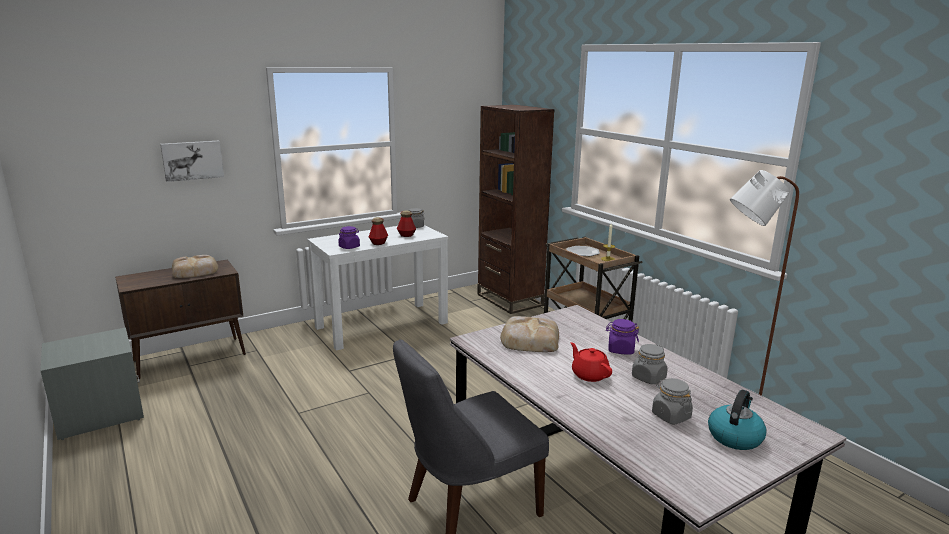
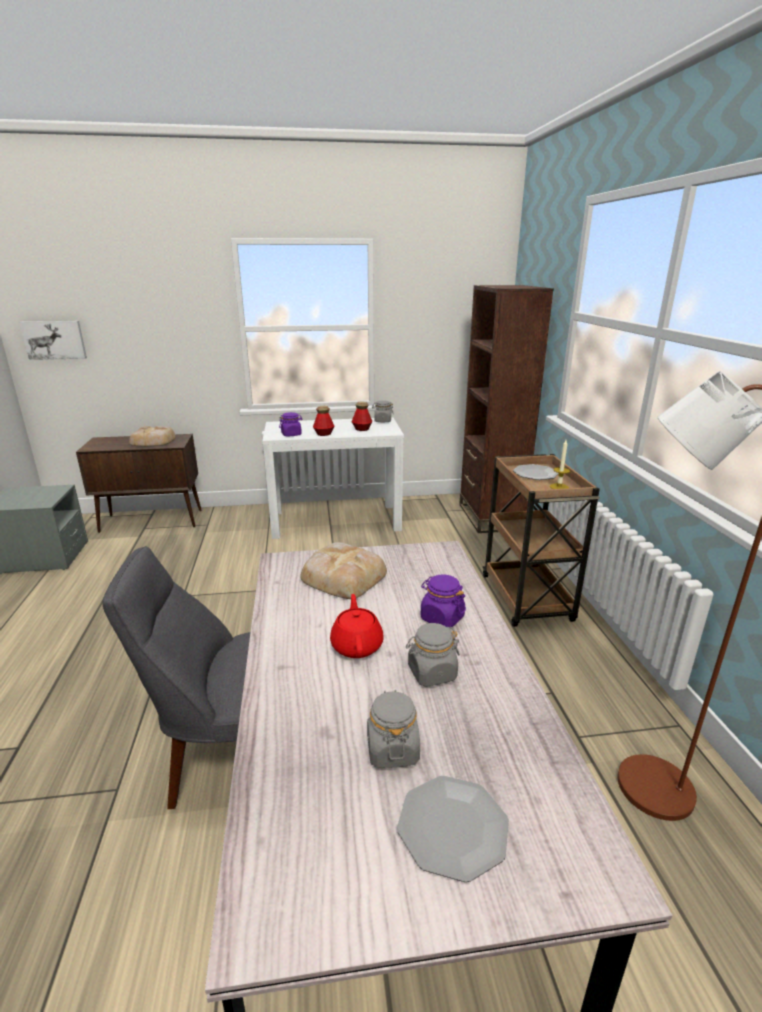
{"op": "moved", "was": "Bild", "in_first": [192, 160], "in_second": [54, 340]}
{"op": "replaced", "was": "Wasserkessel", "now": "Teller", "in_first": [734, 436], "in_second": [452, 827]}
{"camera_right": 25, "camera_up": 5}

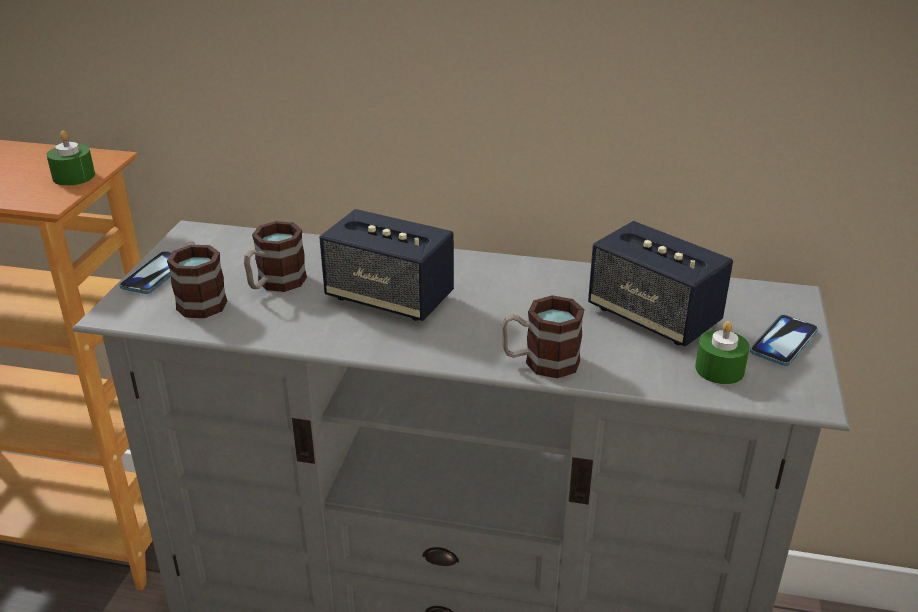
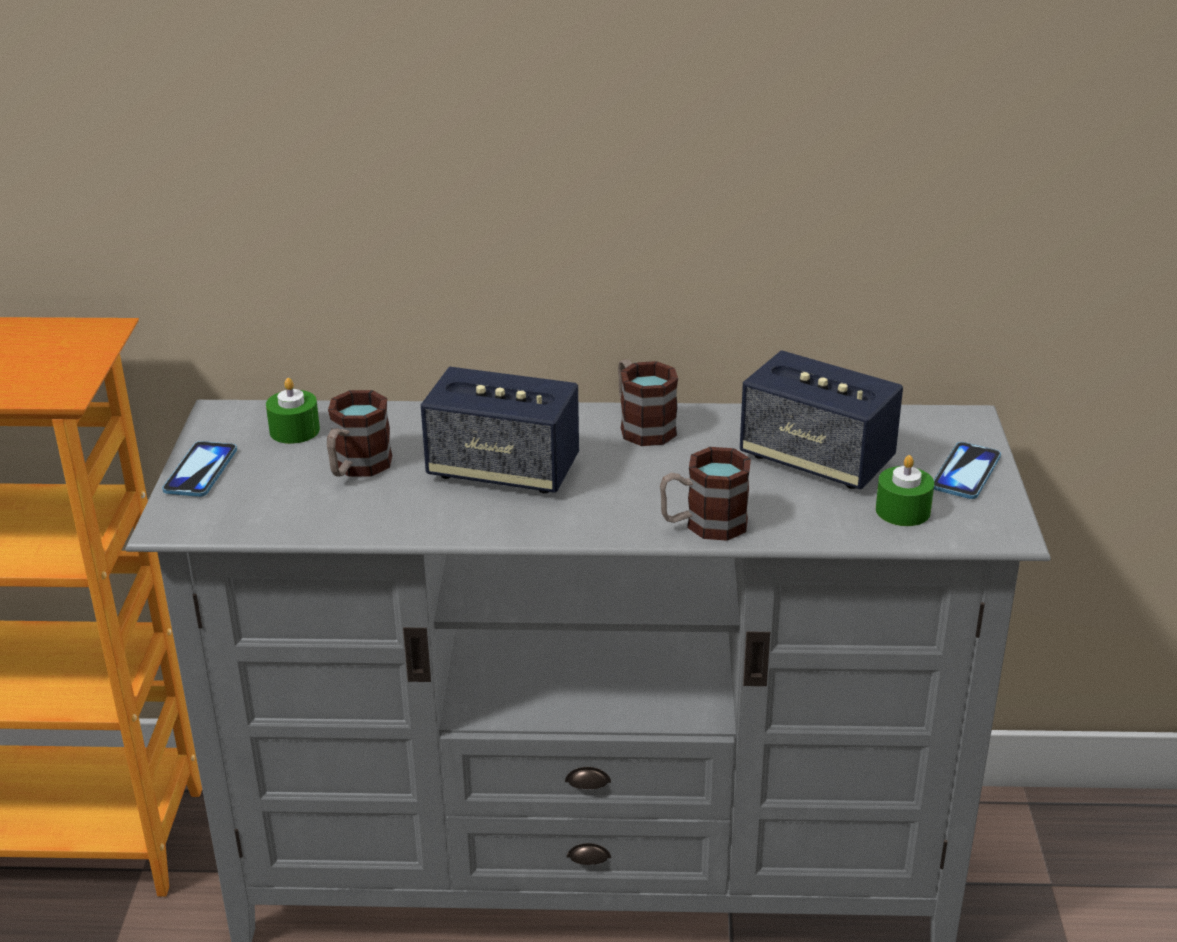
{"op": "moved", "was": "Kerze [grün]", "in_first": [74, 176], "in_second": [294, 430]}
{"op": "moved", "was": "Henkelbecher", "in_first": [200, 299], "in_second": [641, 425]}
{"camera_right": -10, "camera_up": 0}

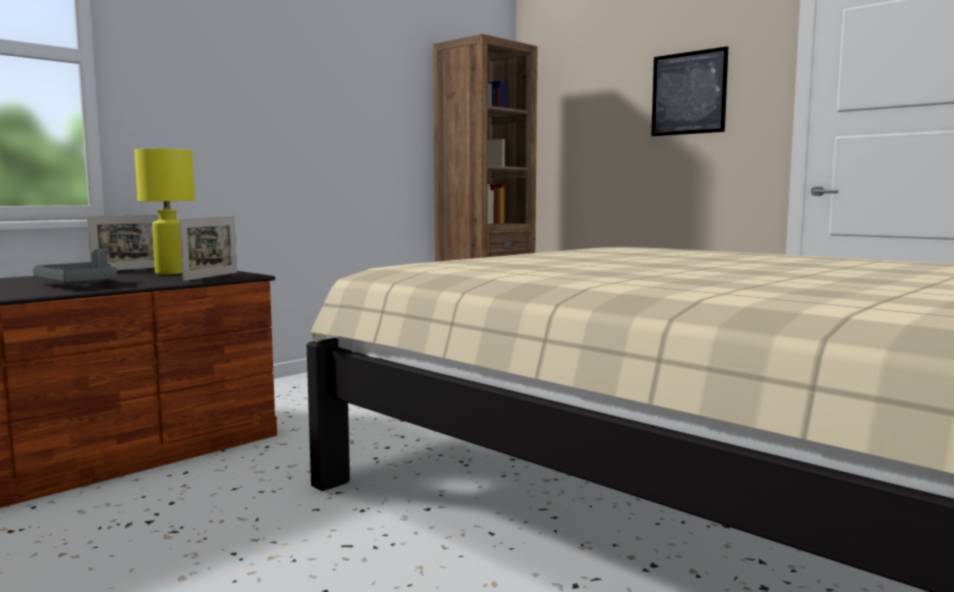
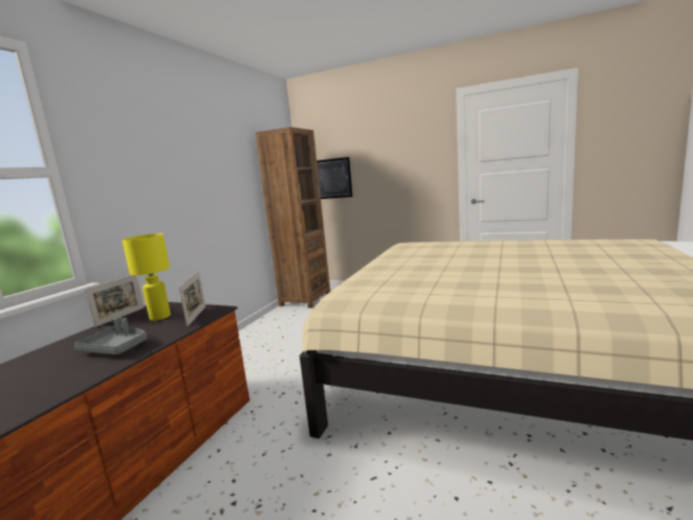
{"op": "moved", "was": "Bild", "in_first": [688, 93], "in_second": [333, 178]}
{"camera_right": -20, "camera_up": 5}

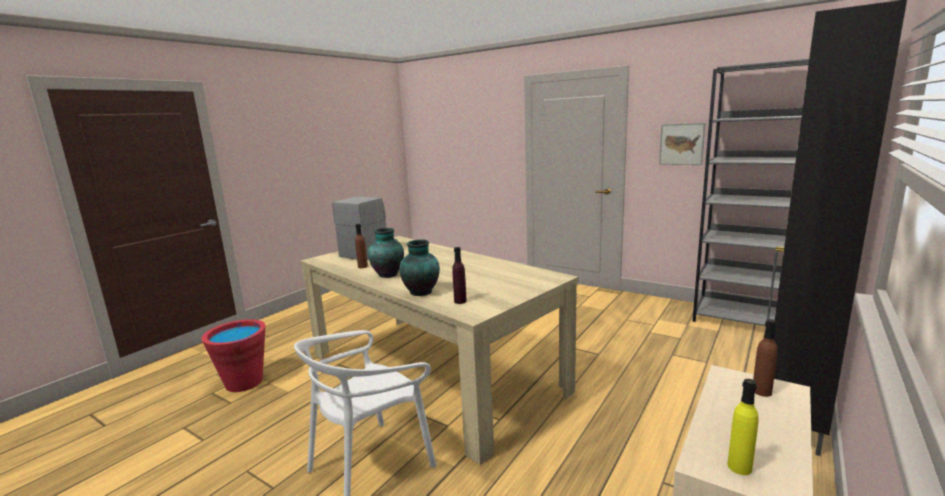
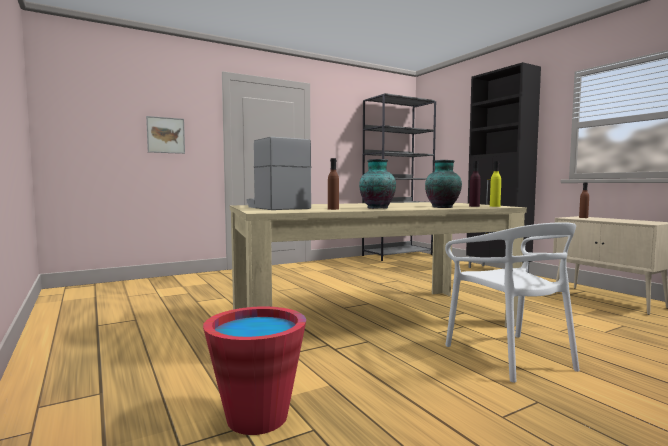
{"op": "moved", "was": "Bild", "in_first": [681, 144], "in_second": [166, 135]}
{"op": "moved", "was": "Flasche [gelb]", "in_first": [739, 467], "in_second": [495, 206]}
{"camera_right": -65, "camera_up": -10}

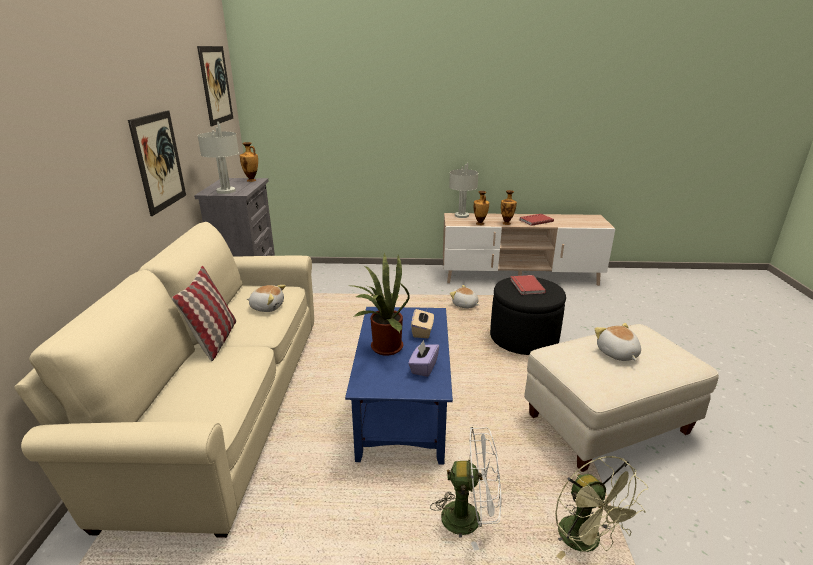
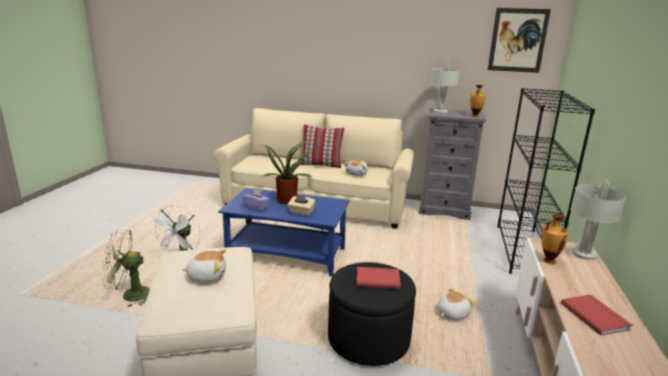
{"op": "removed", "was": "Bild", "in_first": [159, 161]}
{"op": "removed", "was": "Vase", "in_first": [506, 223]}
{"op": "added", "now": "Bücherregal [schwarz]", "in_second": [523, 251]}
{"camera_right": 100, "camera_up": -5}

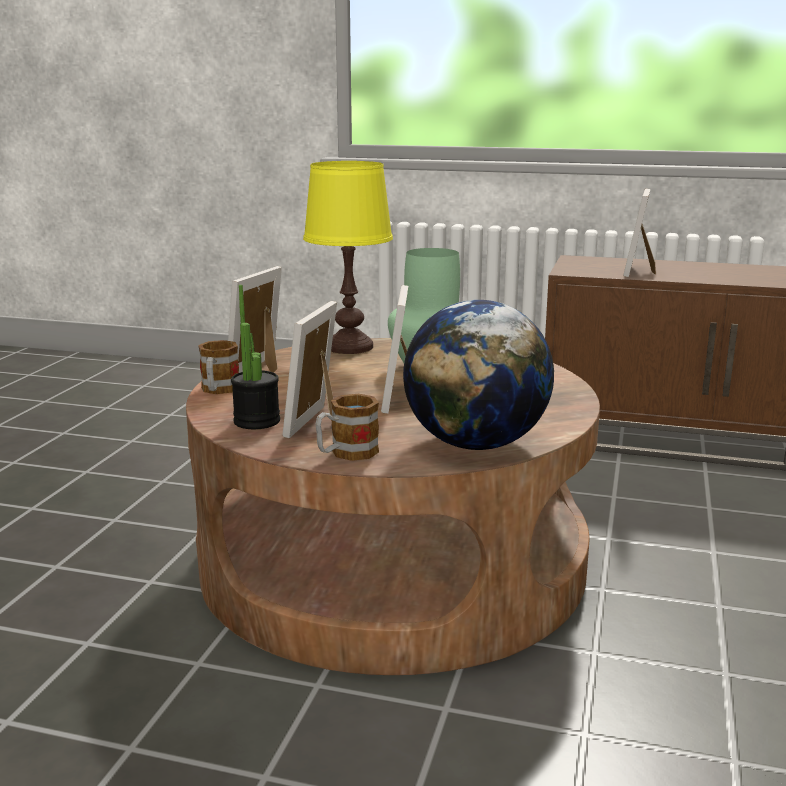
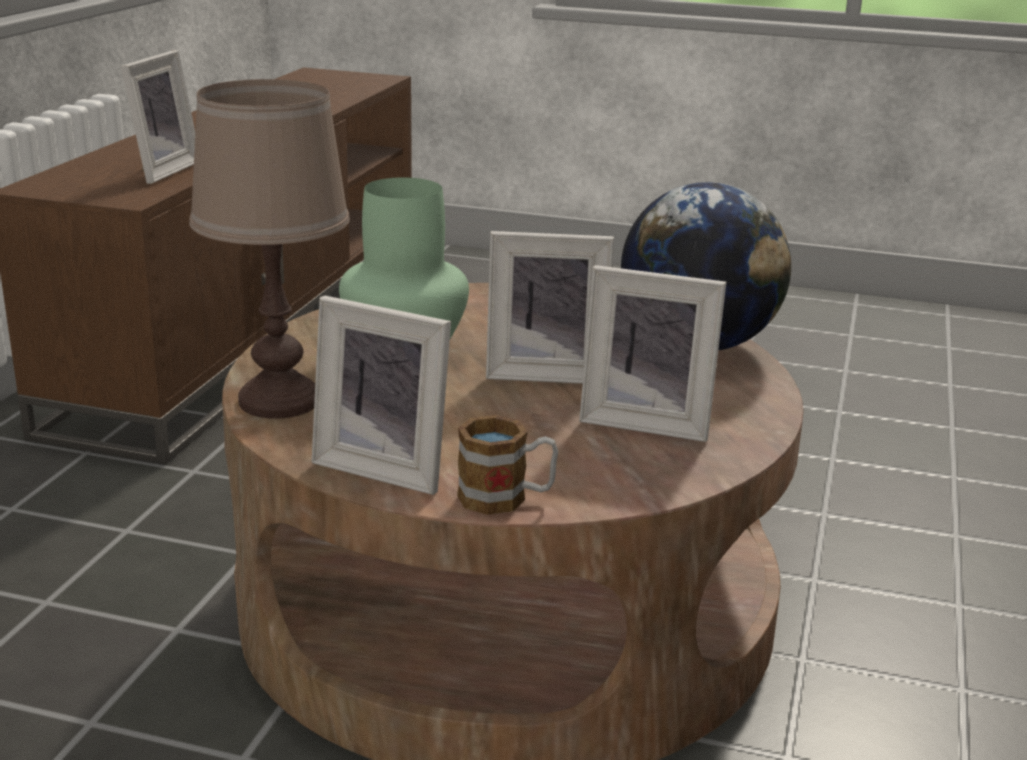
{"op": "removed", "was": "Topfpflanze", "in_first": [257, 421]}
{"op": "recoloured", "was": "Tischlampe [gelb]", "now": "Tischlampe [braun]", "in_first": [349, 347], "in_second": [279, 401]}
{"op": "removed", "was": "Henkelbecher", "in_first": [346, 453]}
{"op": "turned", "was": "Bilderrahmen", "in_first": [640, 271], "in_second": [159, 171], "clockwise": -90}
{"camera_right": -90, "camera_up": 5}

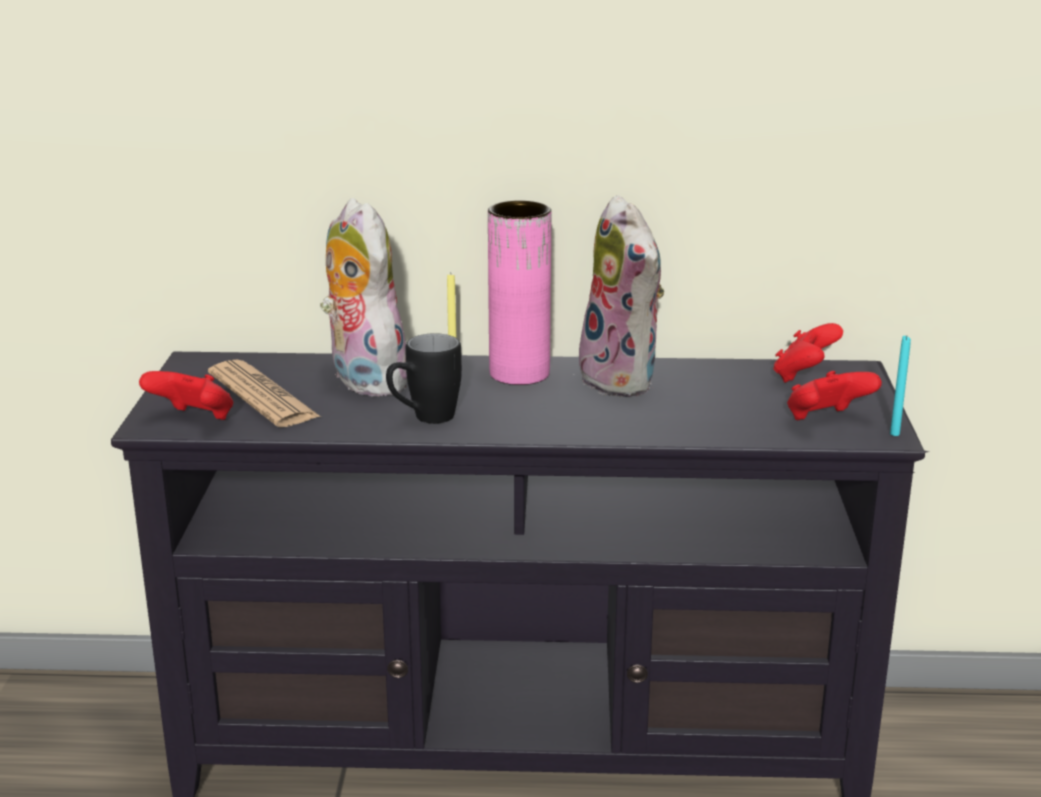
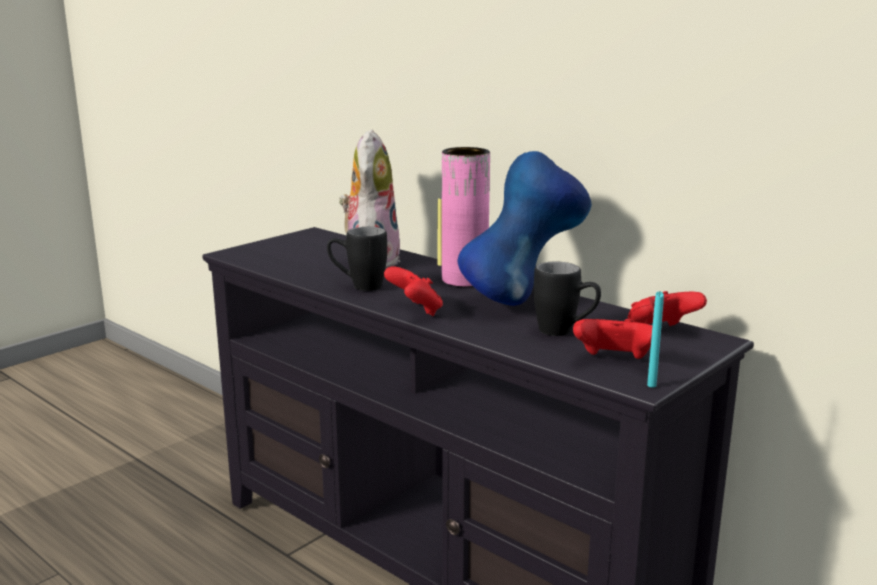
{"op": "moved", "was": "Gamepad [rot]", "in_first": [194, 420], "in_second": [415, 311]}
{"op": "removed", "was": "Zeitung", "in_first": [263, 396]}
{"op": "replaced", "was": "Plüschtier", "now": "Vase [blau]", "in_first": [624, 380], "in_second": [522, 300]}
{"op": "added", "now": "Henkelbecher [schwarz]", "in_second": [565, 332]}
{"camera_right": 40, "camera_up": -5}

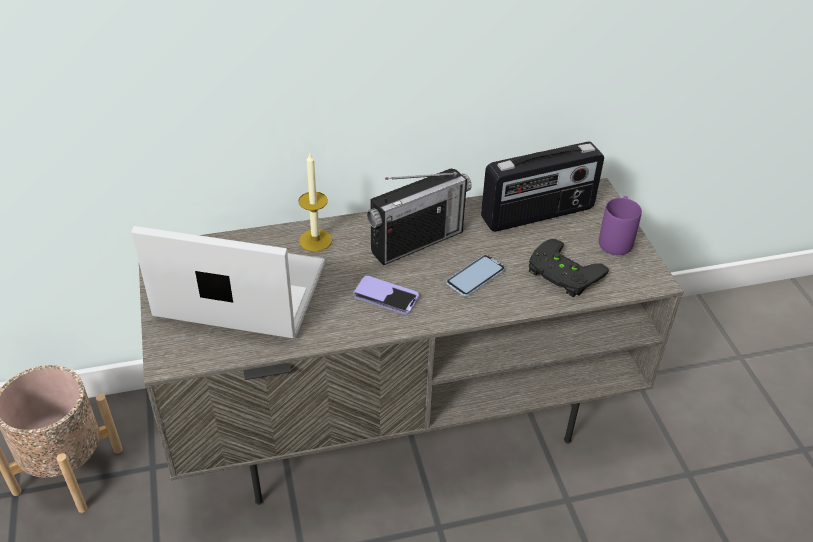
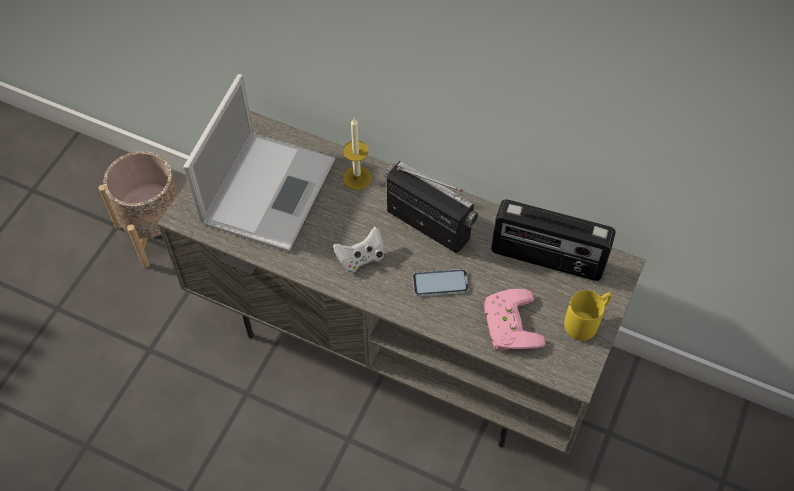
{"op": "turned", "was": "Laptop", "in_first": [238, 291], "in_second": [269, 189], "clockwise": 60}
{"op": "replaced", "was": "Handy", "now": "Gamepad [weiß]", "in_first": [386, 297], "in_second": [361, 258]}
{"op": "turned", "was": "Radio", "in_first": [417, 241], "in_second": [428, 225], "clockwise": -150}
{"op": "recoloured", "was": "Gamepad [schwarz]", "now": "Gamepad [rosa]", "in_first": [561, 274], "in_second": [507, 324]}
{"op": "recoloured", "was": "Henkelbecher [lila]", "now": "Henkelbecher [gelb]", "in_first": [616, 239], "in_second": [586, 322]}
{"camera_right": 40, "camera_up": 15}

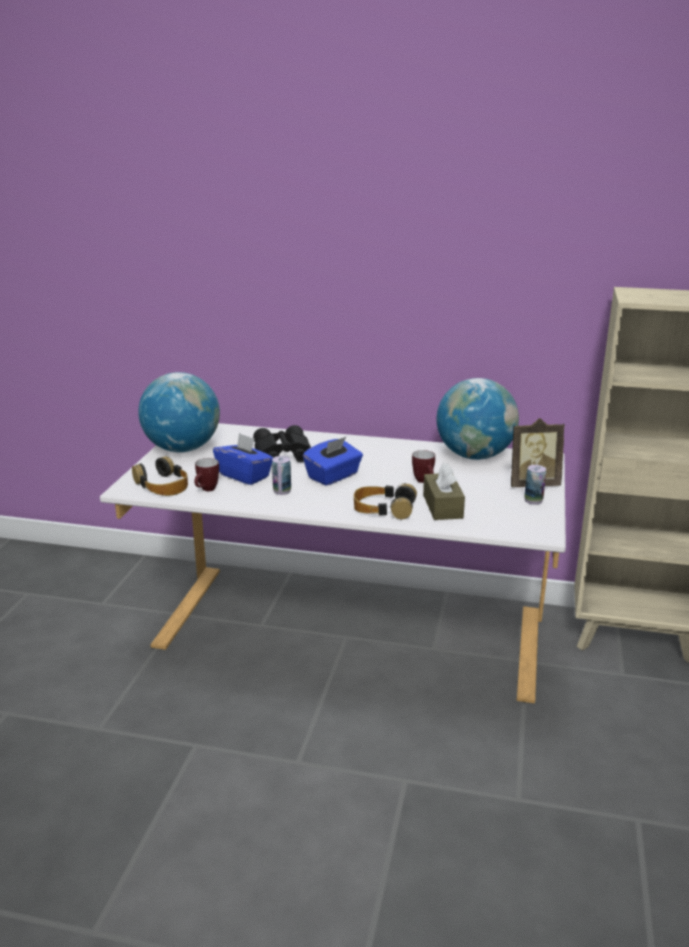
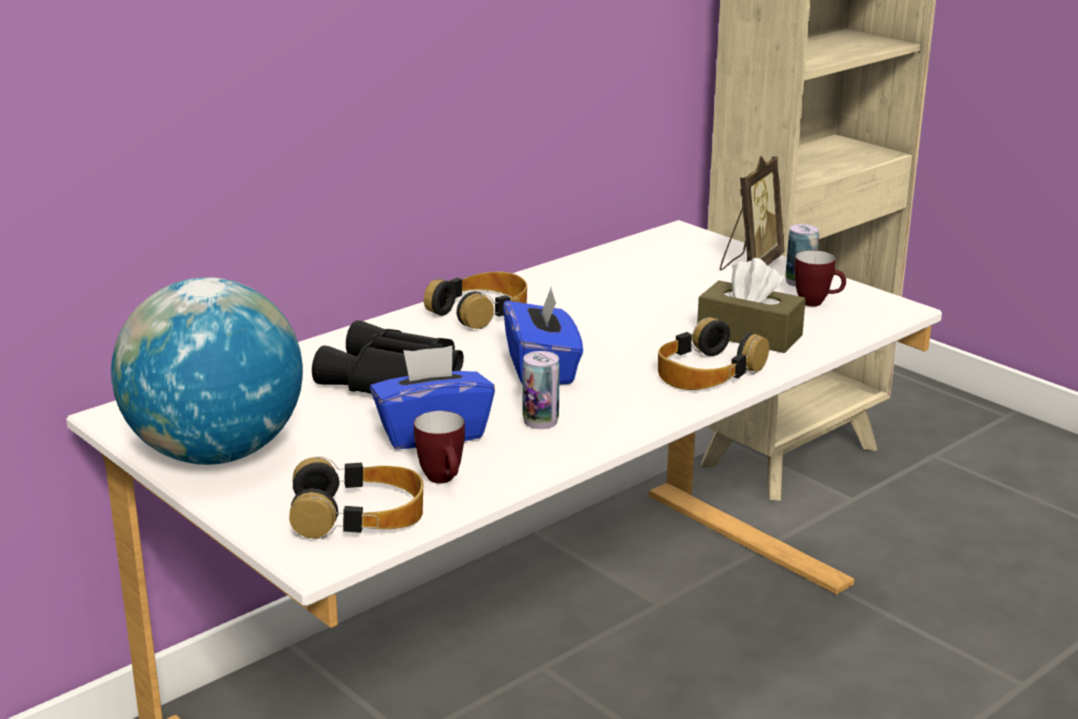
{"op": "moved", "was": "Henkelbecher", "in_first": [424, 481], "in_second": [817, 303]}
{"op": "removed", "was": "Globus", "in_first": [475, 456]}
{"op": "added", "now": "Kopfhörer", "in_second": [481, 311]}
{"camera_right": -55, "camera_up": 0}

